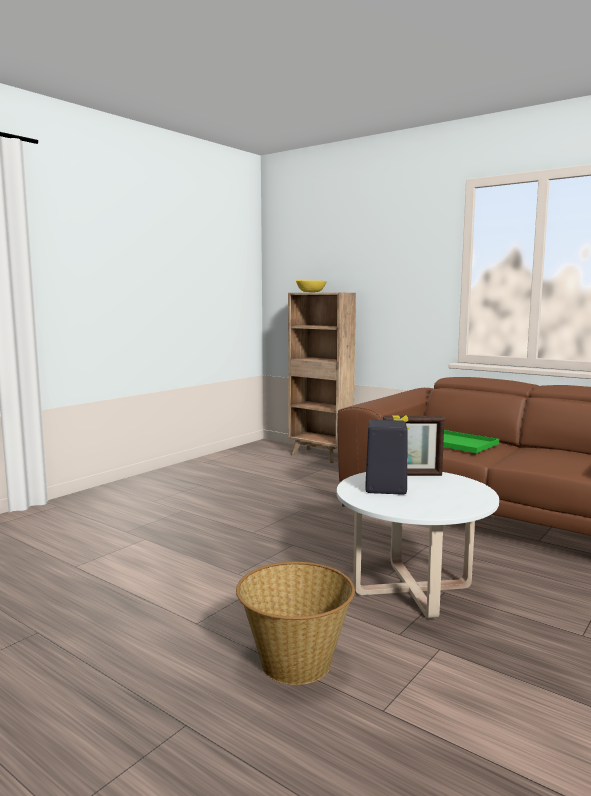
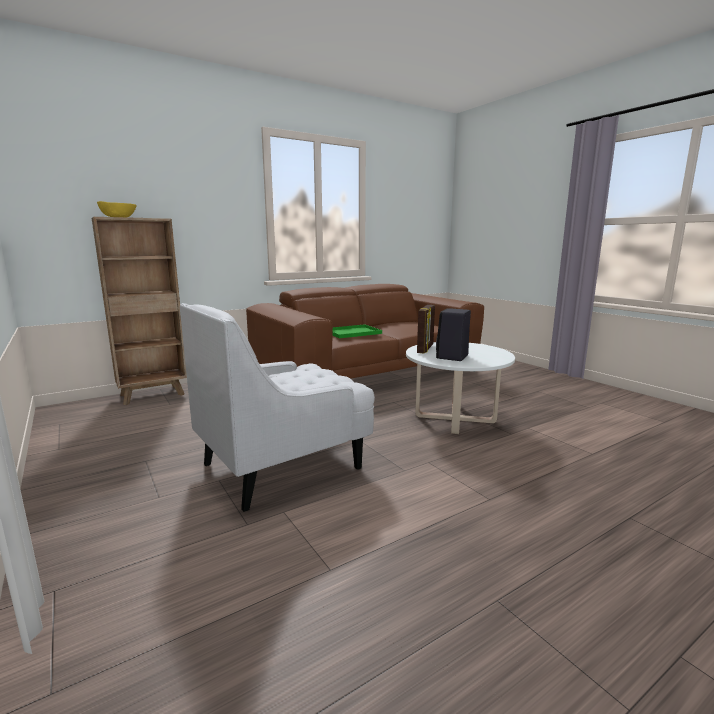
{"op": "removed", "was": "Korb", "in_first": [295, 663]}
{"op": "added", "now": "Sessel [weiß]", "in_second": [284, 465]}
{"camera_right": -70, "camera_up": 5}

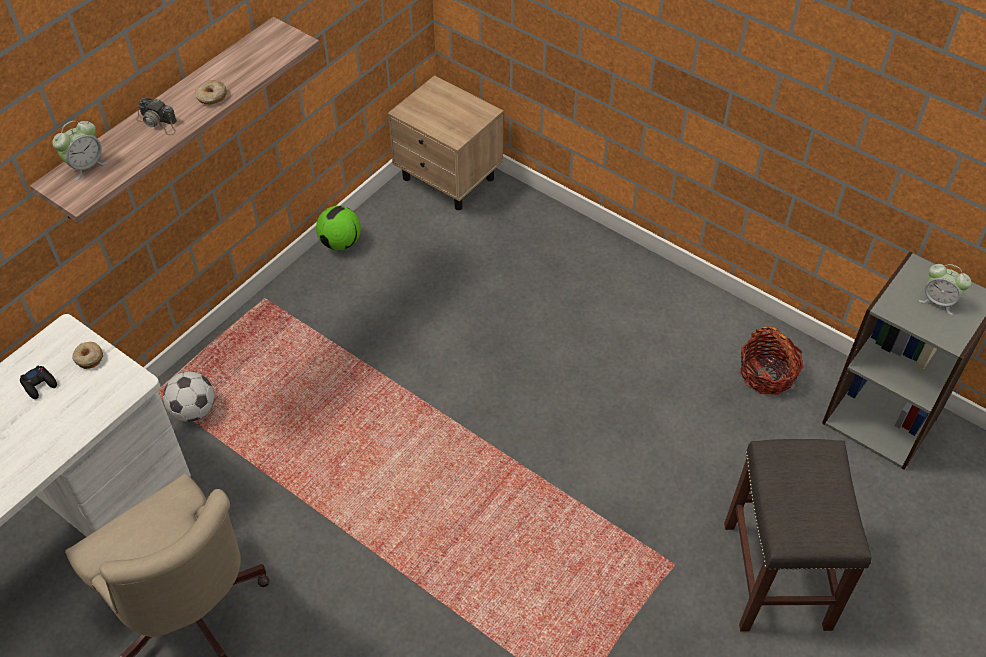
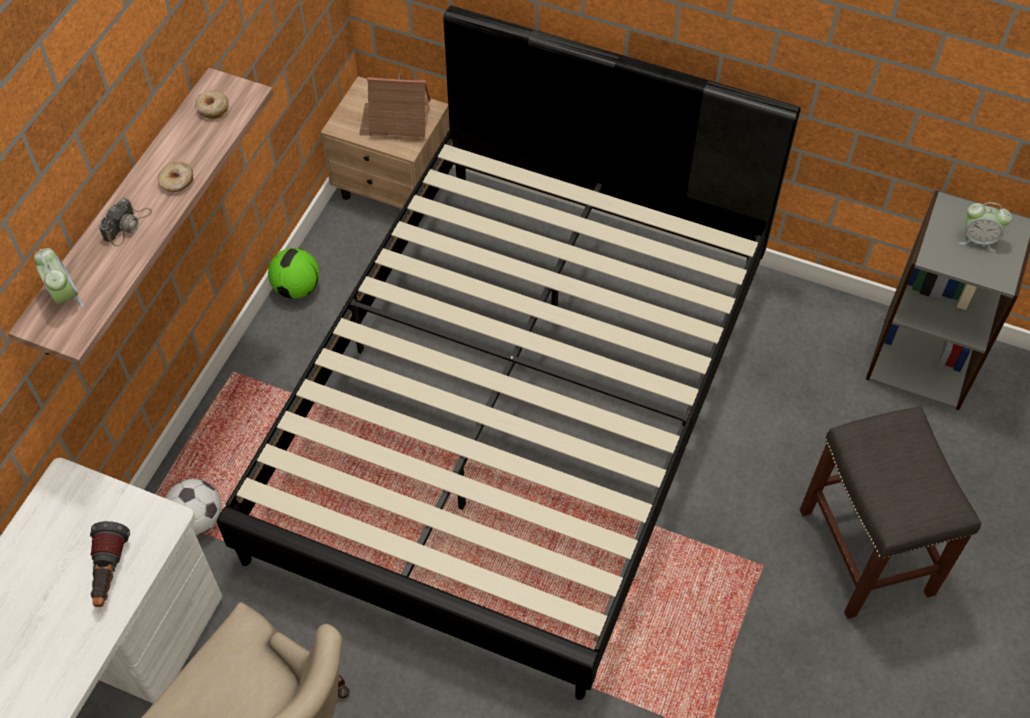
{"op": "removed", "was": "Gamepad [schwarz]", "in_first": [39, 384]}
{"op": "turned", "was": "Wecker", "in_first": [86, 166], "in_second": [65, 296], "clockwise": -60}
{"op": "moved", "was": "Donut", "in_first": [89, 358], "in_second": [212, 109]}
{"op": "turned", "was": "Kamera", "in_first": [158, 122], "in_second": [127, 225], "clockwise": -75}
{"op": "removed", "was": "Korb", "in_first": [767, 374]}
{"op": "added", "now": "Taschenlampe", "in_second": [109, 573]}
{"op": "added", "now": "Bett [schwarz]", "in_second": [516, 408]}
{"op": "added", "now": "Spielzeughaus", "in_second": [396, 121]}
{"camera_right": -15, "camera_up": 5}

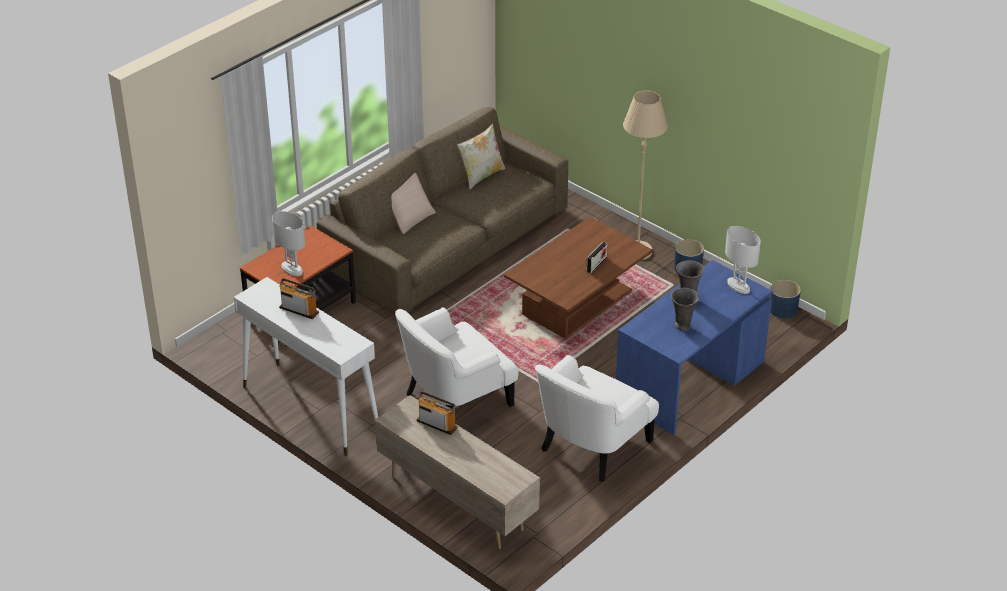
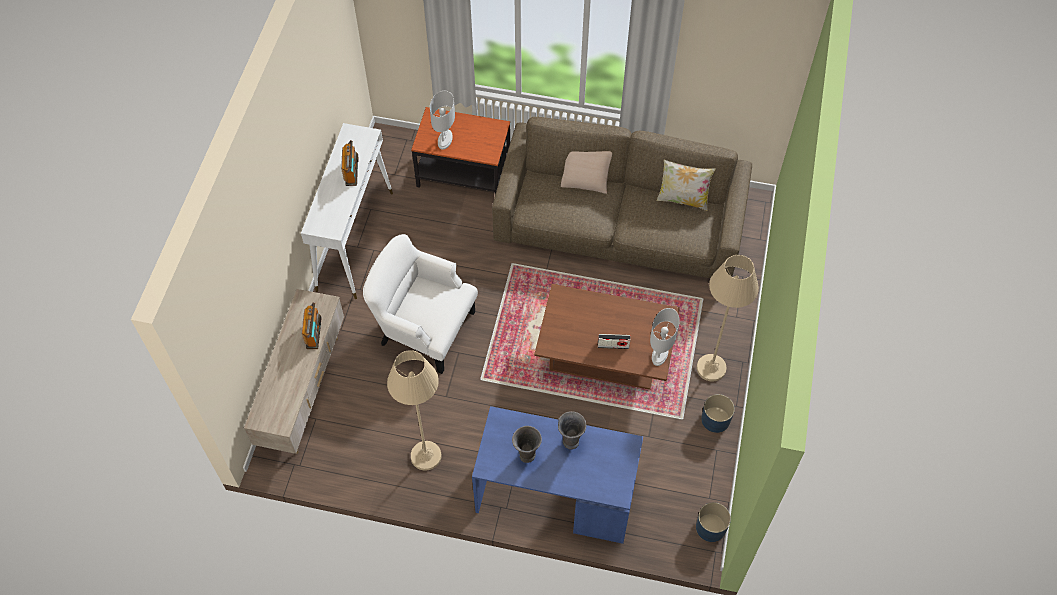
{"op": "replaced", "was": "Sessel [weiß]", "now": "Stehlampe [beige]", "in_first": [592, 445], "in_second": [426, 456]}
{"op": "moved", "was": "Tischlampe [weiß]", "in_first": [738, 286], "in_second": [660, 354]}
{"camera_right": 60, "camera_up": 20}

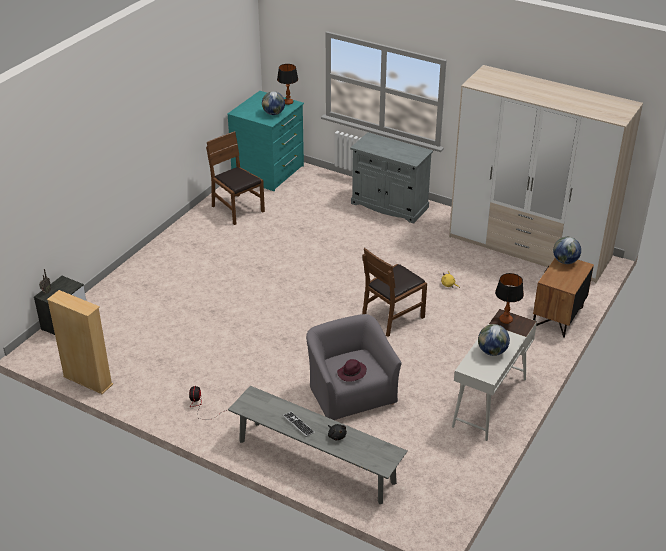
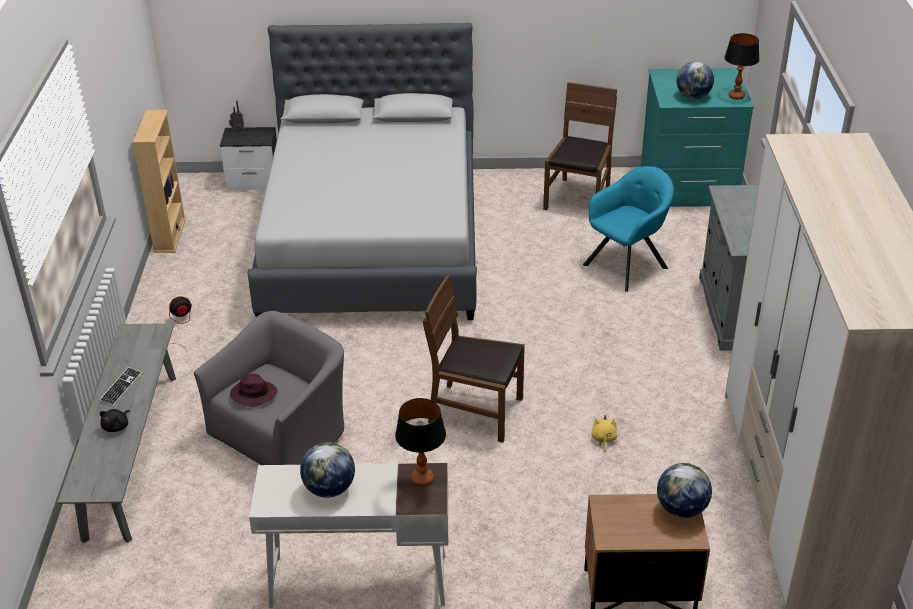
{"op": "added", "now": "Bett [grau]", "in_second": [373, 240]}
{"op": "added", "now": "Sessel [türkis]", "in_second": [627, 265]}
{"camera_right": 60, "camera_up": 0}

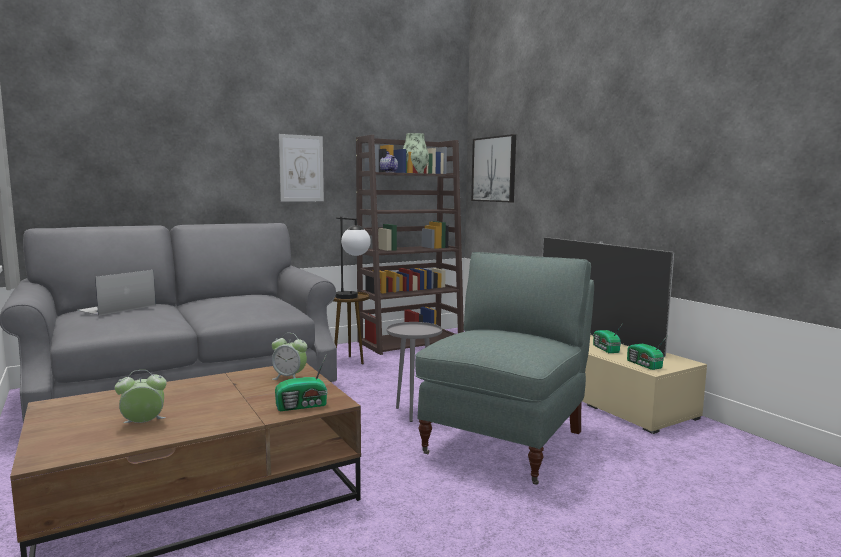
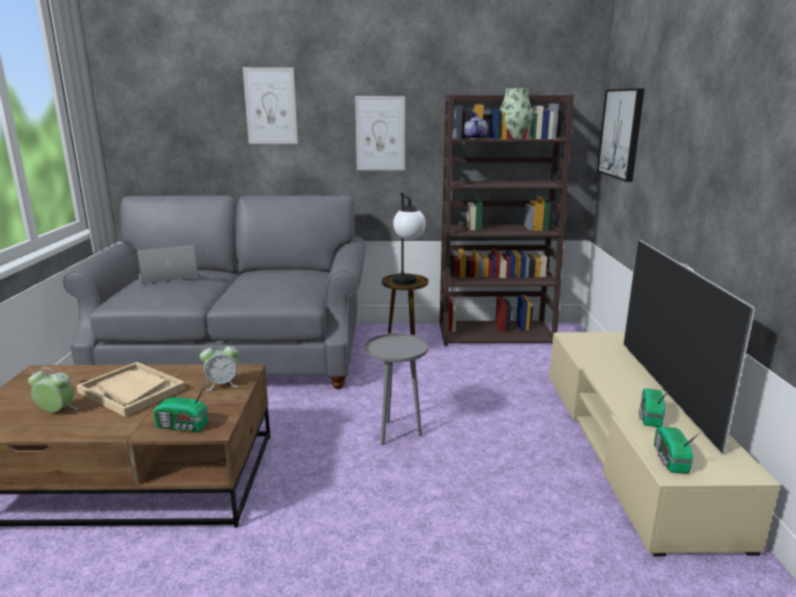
{"op": "turned", "was": "Wecker", "in_first": [289, 378], "in_second": [222, 384], "clockwise": -60}
{"op": "removed", "was": "Sessel [grau]", "in_first": [505, 442]}
{"op": "added", "now": "Tablett [beige]", "in_second": [131, 391]}
{"op": "added", "now": "Bild", "in_second": [270, 106]}
{"camera_right": 30, "camera_up": 10}

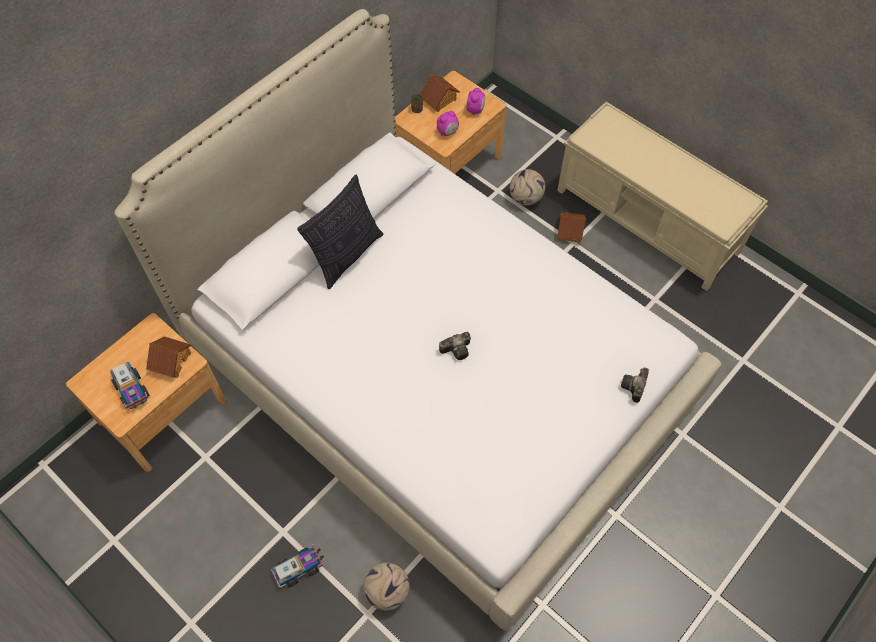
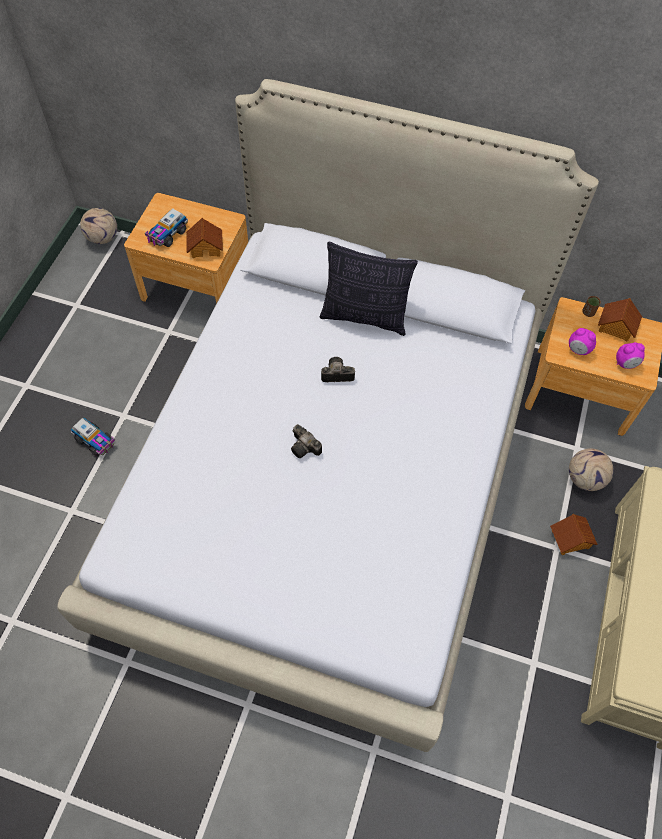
{"op": "moved", "was": "Fußball", "in_first": [386, 592], "in_second": [102, 238]}
{"op": "moved", "was": "Kamera", "in_first": [634, 388], "in_second": [335, 375]}
{"camera_right": 65, "camera_up": 0}

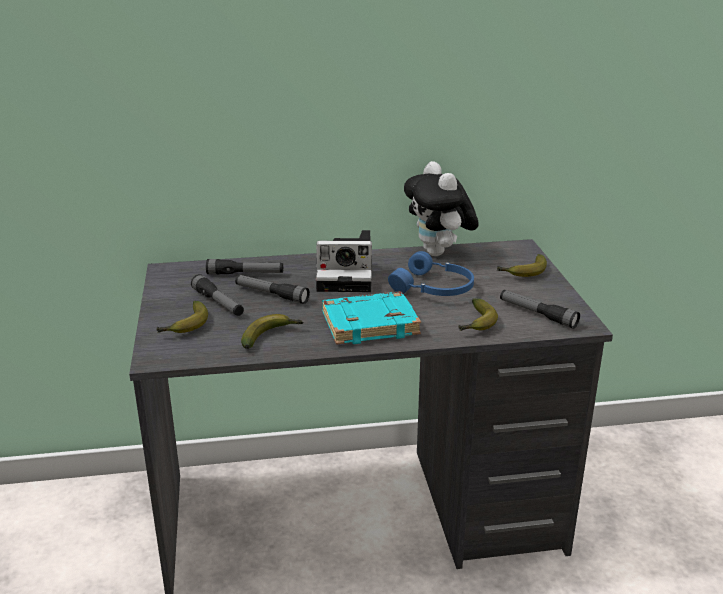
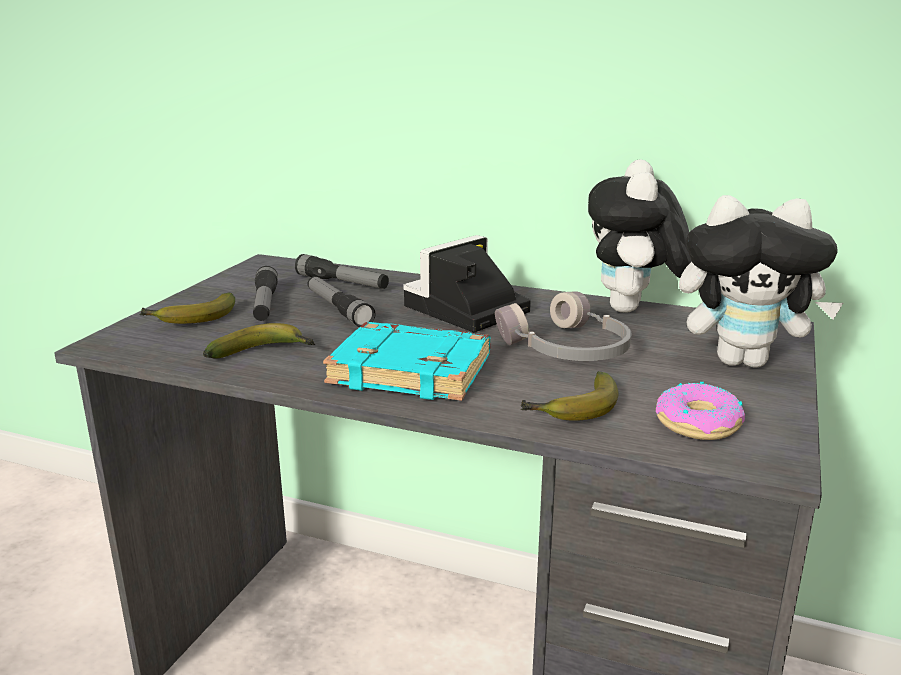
{"op": "turned", "was": "Kamera", "in_first": [348, 276], "in_second": [464, 310], "clockwise": 105}
{"op": "recoloured", "was": "Kopfhörer [blau]", "now": "Kopfhörer [grau]", "in_first": [434, 289], "in_second": [566, 350]}
{"op": "replaced", "was": "Banane", "now": "Plüschtier", "in_first": [523, 272], "in_second": [744, 361]}
{"op": "replaced", "was": "Taschenlampe", "now": "Donut", "in_first": [537, 314], "in_second": [699, 424]}
{"camera_right": 30, "camera_up": -5}

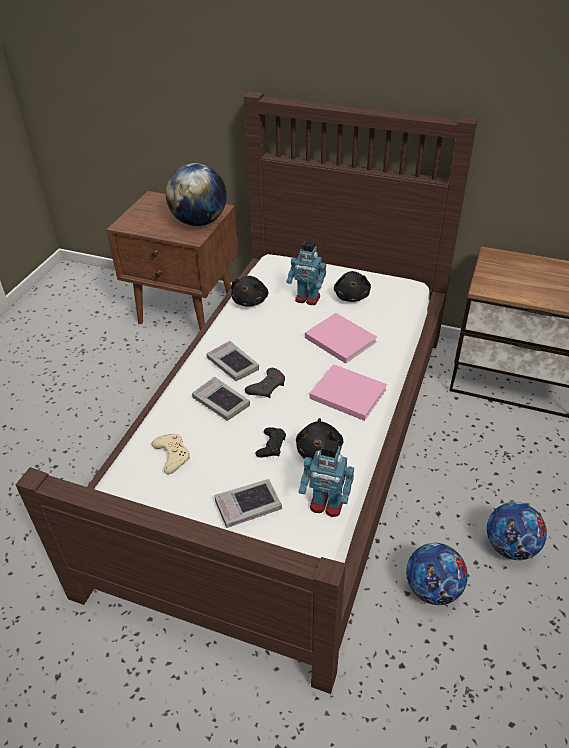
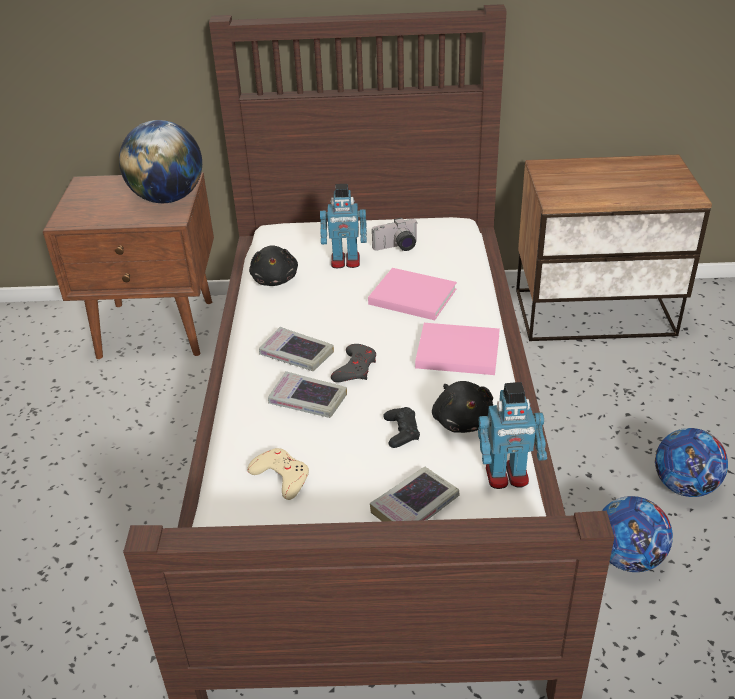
{"op": "replaced", "was": "Plüschtier [schwarz]", "now": "Kamera", "in_first": [351, 296], "in_second": [397, 247]}
{"camera_right": -20, "camera_up": -5}

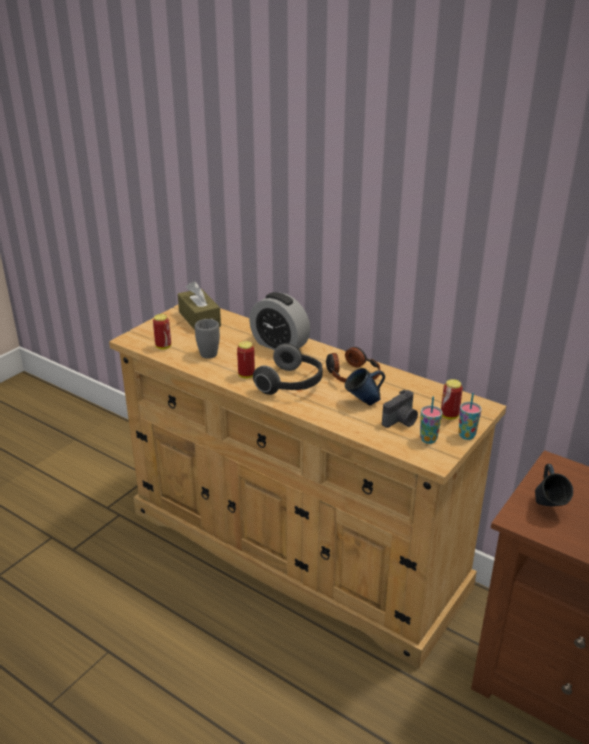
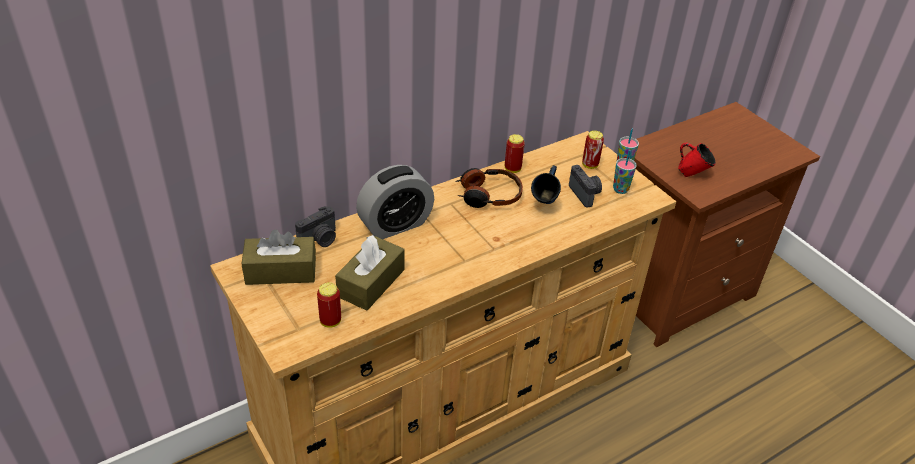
{"op": "replaced", "was": "Henkelbecher [grau]", "now": "Taschentuchbox [braun]", "in_first": [210, 351], "in_second": [371, 283]}
{"op": "moved", "was": "Dose", "in_first": [246, 375], "in_second": [512, 169]}
{"op": "removed", "was": "Kopfhörer", "in_first": [291, 384]}
{"op": "recoloured", "was": "Henkelbecher [blau]", "now": "Henkelbecher [rot]", "in_first": [548, 508], "in_second": [692, 174]}
{"op": "added", "now": "Kamera", "in_second": [320, 239]}
{"camera_right": -70, "camera_up": 10}

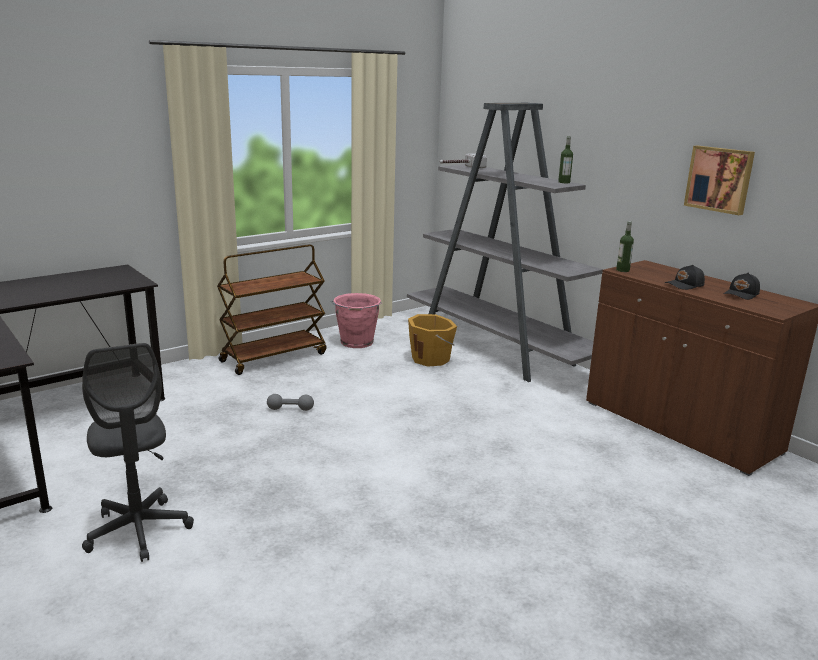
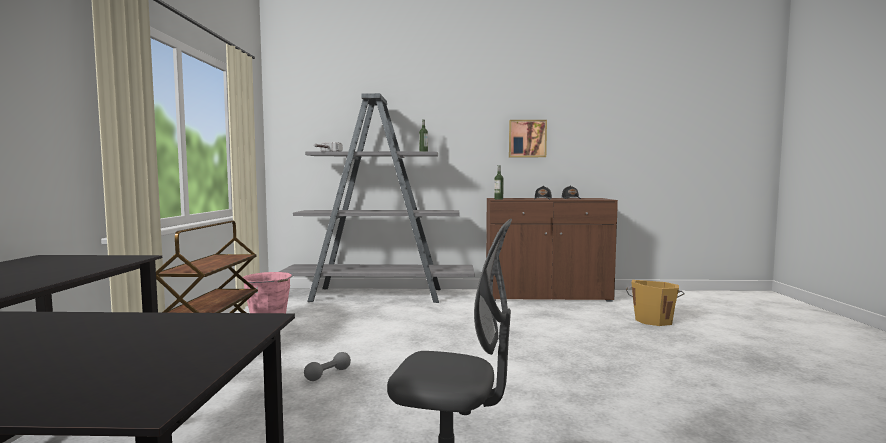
{"op": "moved", "was": "Eimer [orange]", "in_first": [431, 359], "in_second": [653, 320]}
{"camera_right": -50, "camera_up": -15}

